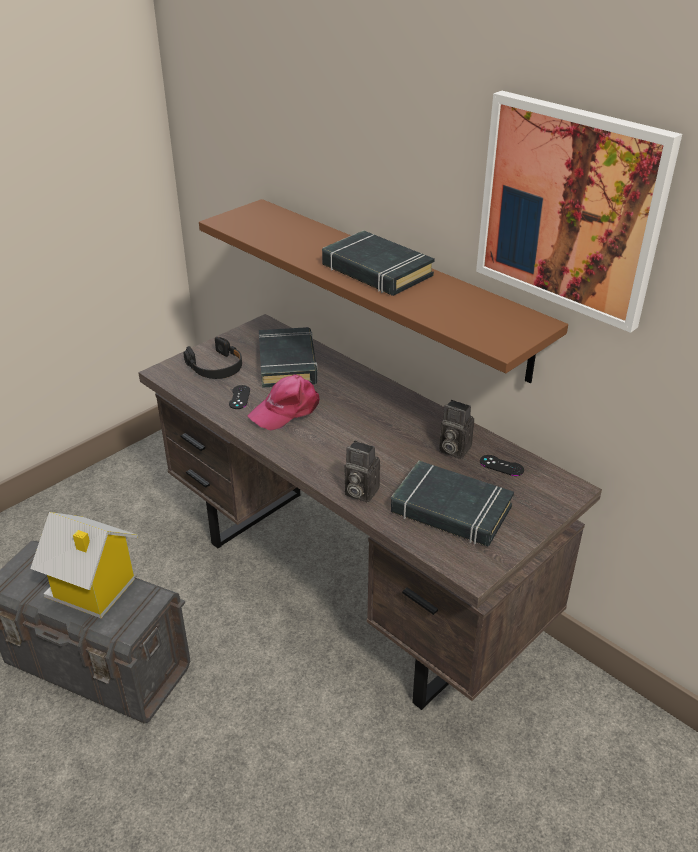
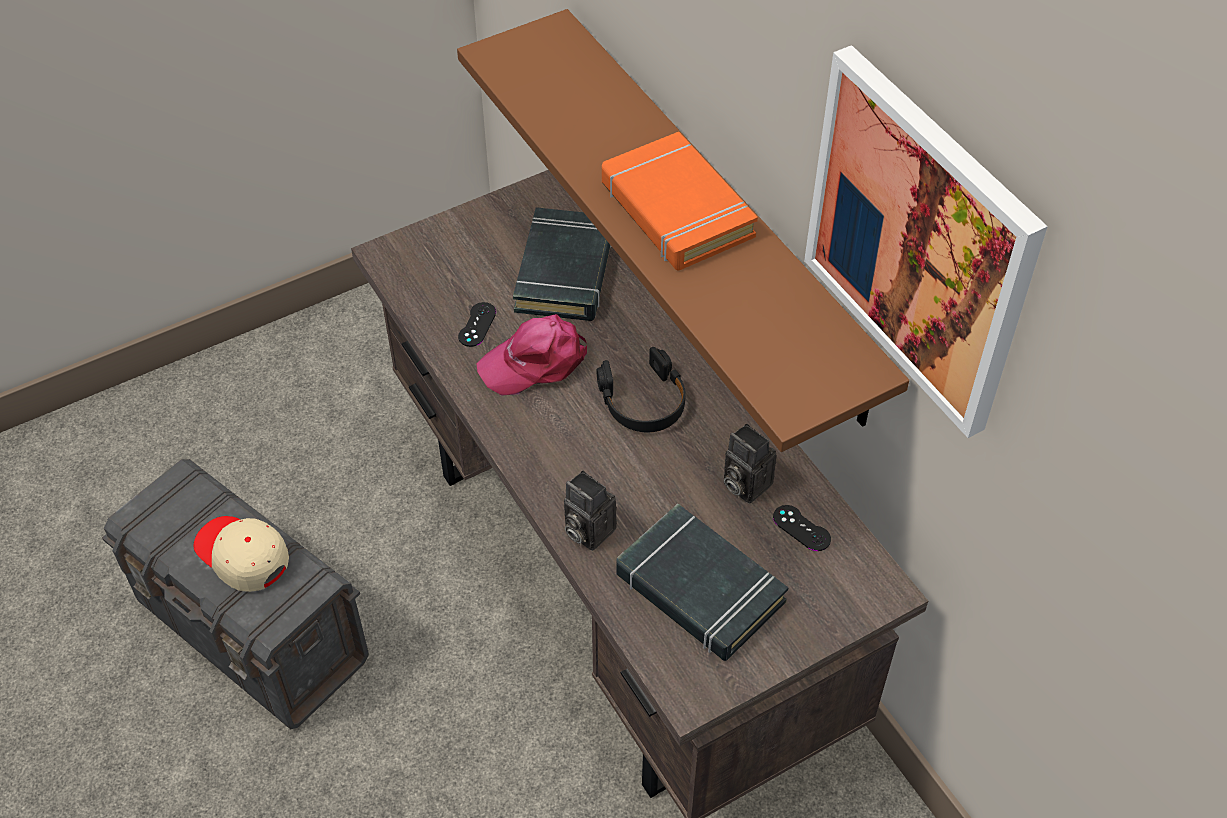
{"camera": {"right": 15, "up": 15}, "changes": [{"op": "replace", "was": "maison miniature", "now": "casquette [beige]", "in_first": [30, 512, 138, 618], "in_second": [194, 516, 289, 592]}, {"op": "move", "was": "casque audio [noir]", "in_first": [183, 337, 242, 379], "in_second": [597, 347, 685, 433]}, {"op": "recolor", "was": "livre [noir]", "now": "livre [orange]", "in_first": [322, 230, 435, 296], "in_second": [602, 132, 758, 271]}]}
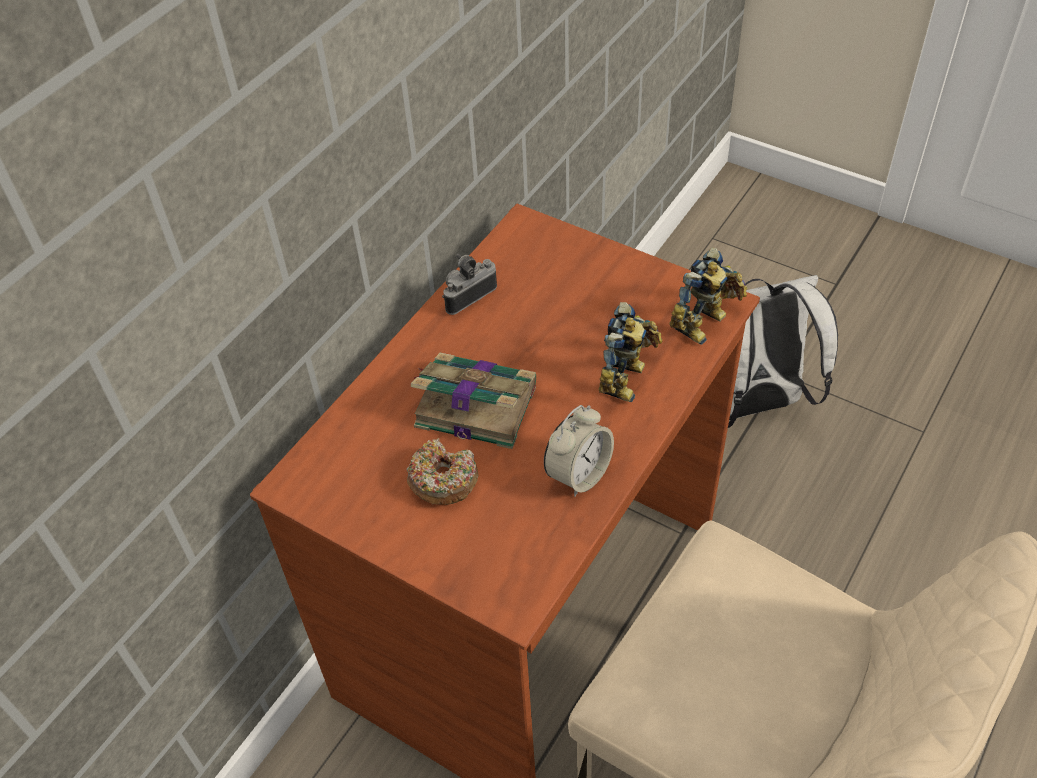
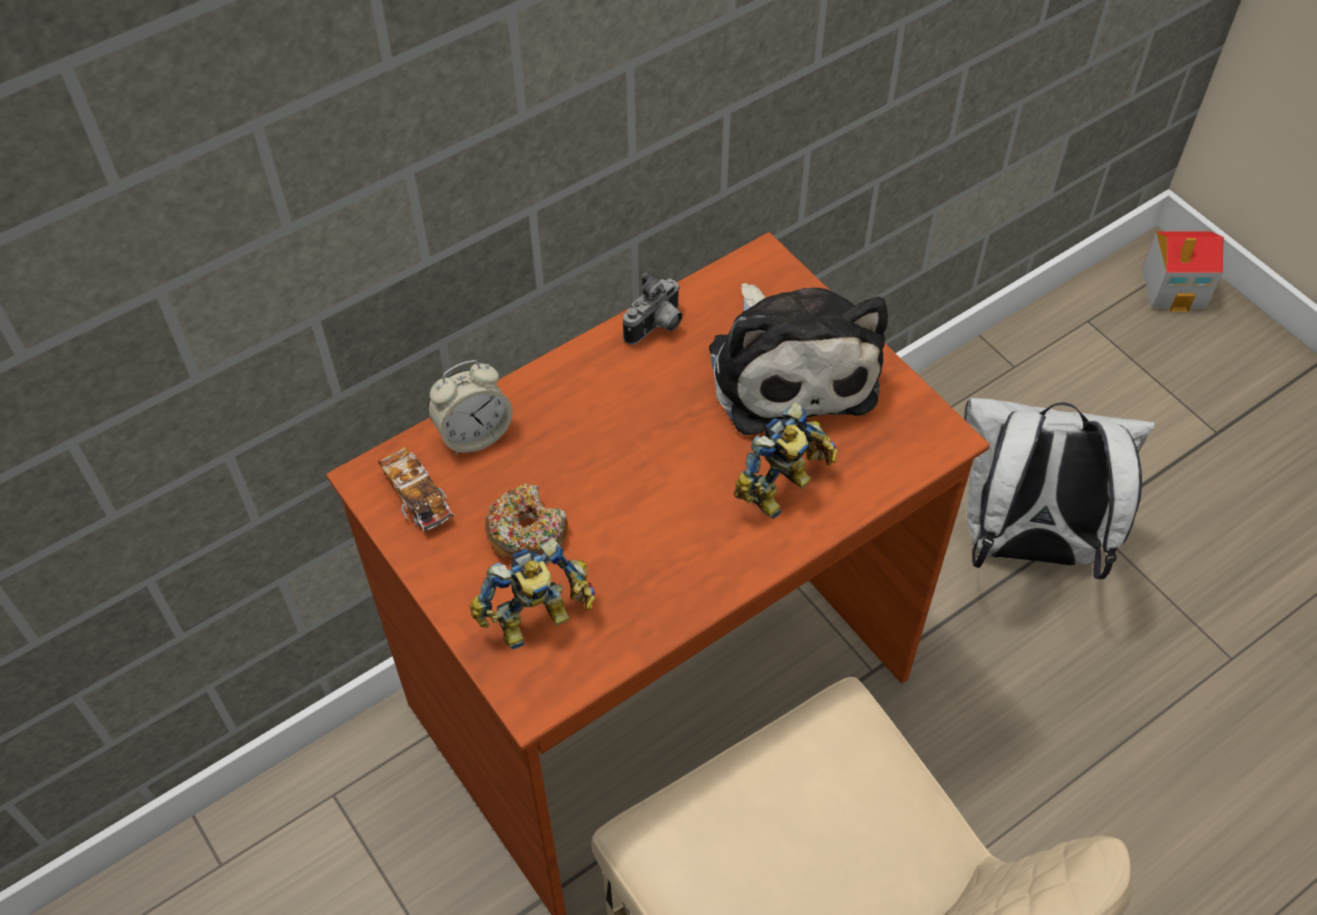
{"camera": {"right": 20, "up": 5}, "changes": [{"op": "insert", "now": "petite voiture", "in_second": [378, 446, 454, 533]}, {"op": "move", "was": "réveil", "in_first": [544, 405, 614, 497], "in_second": [427, 360, 513, 455]}, {"op": "move", "was": "robot jouet", "in_first": [669, 247, 747, 345], "in_second": [470, 538, 595, 650]}, {"op": "rotate", "was": "appareil photo", "in_first": [442, 254, 497, 315], "in_second": [623, 272, 682, 345], "clockwise": 150}, {"op": "insert", "now": "peluche", "in_second": [709, 283, 888, 435]}, {"op": "insert", "now": "maison miniature", "in_second": [1142, 231, 1224, 312]}, {"op": "delete", "was": "livre", "in_first": [411, 353, 536, 449]}]}
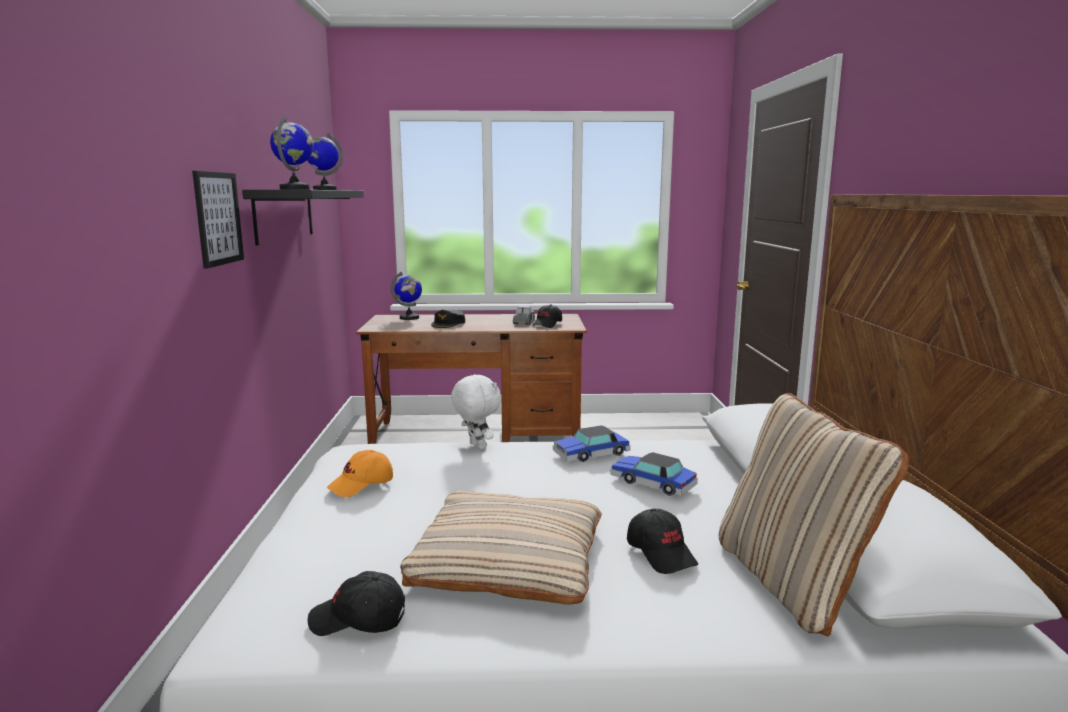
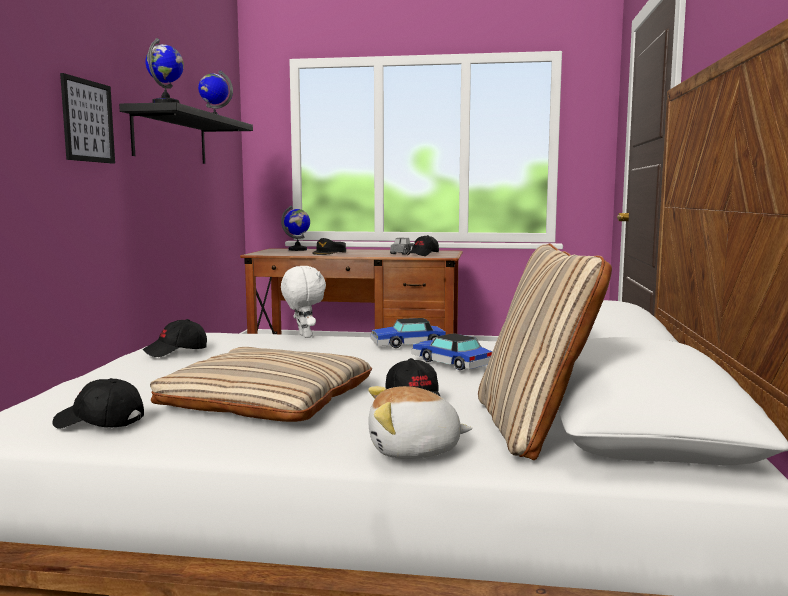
{"camera": {"right": 10, "up": -5}, "changes": [{"op": "recolor", "was": "casquette [orange]", "now": "casquette [noir]", "in_first": [327, 450, 393, 497], "in_second": [143, 319, 207, 357]}, {"op": "insert", "now": "peluche", "in_second": [368, 386, 473, 459]}]}
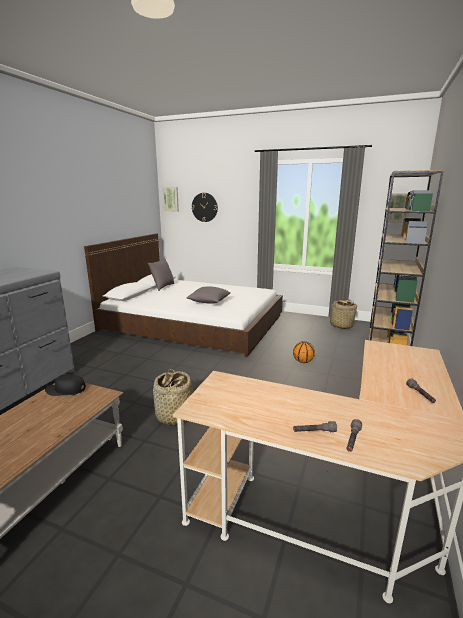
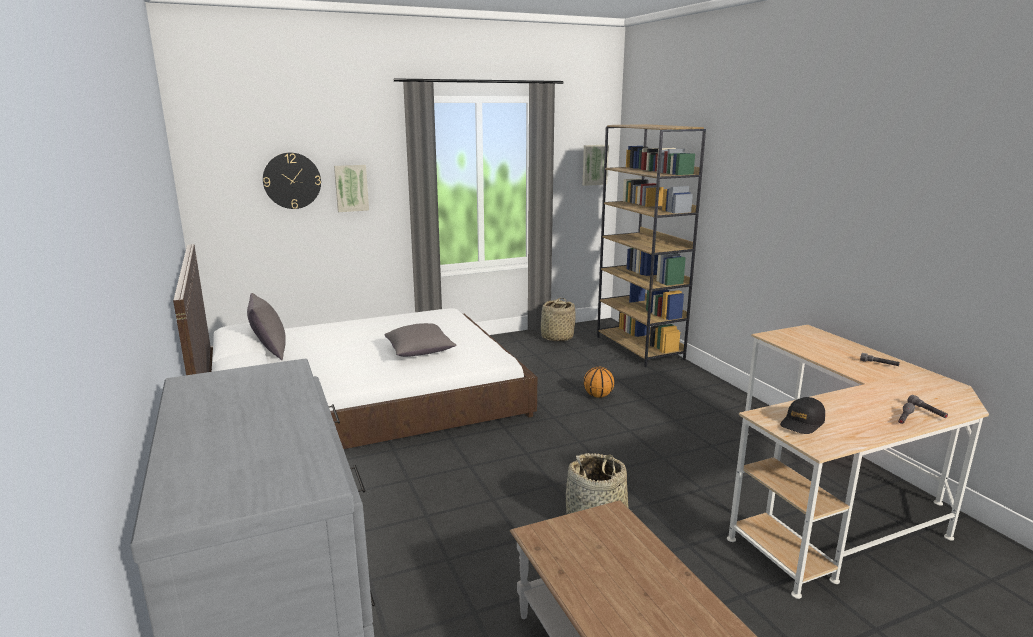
{"camera": {"right": -45, "up": 0}, "changes": [{"op": "move", "was": "tableau", "in_first": [163, 187, 179, 212], "in_second": [334, 165, 369, 212]}, {"op": "move", "was": "casquette [noir]", "in_first": [45, 374, 86, 396], "in_second": [780, 397, 825, 434]}]}
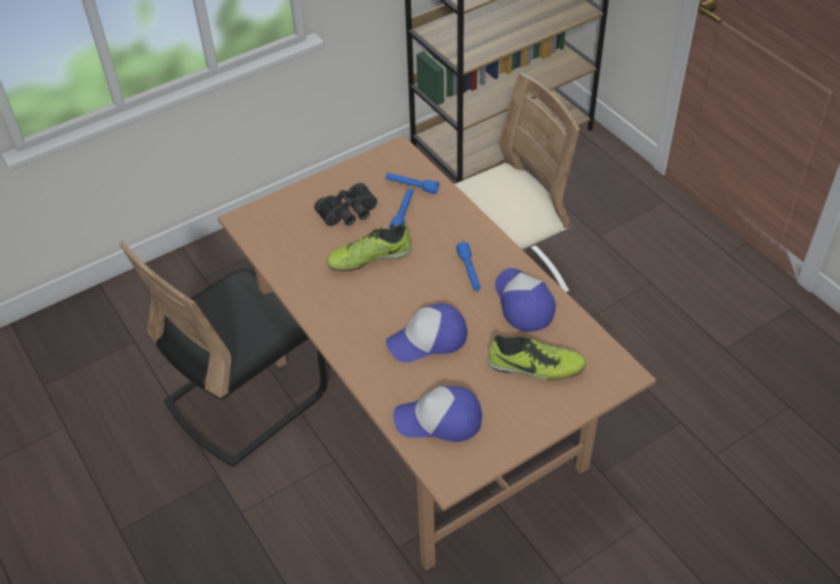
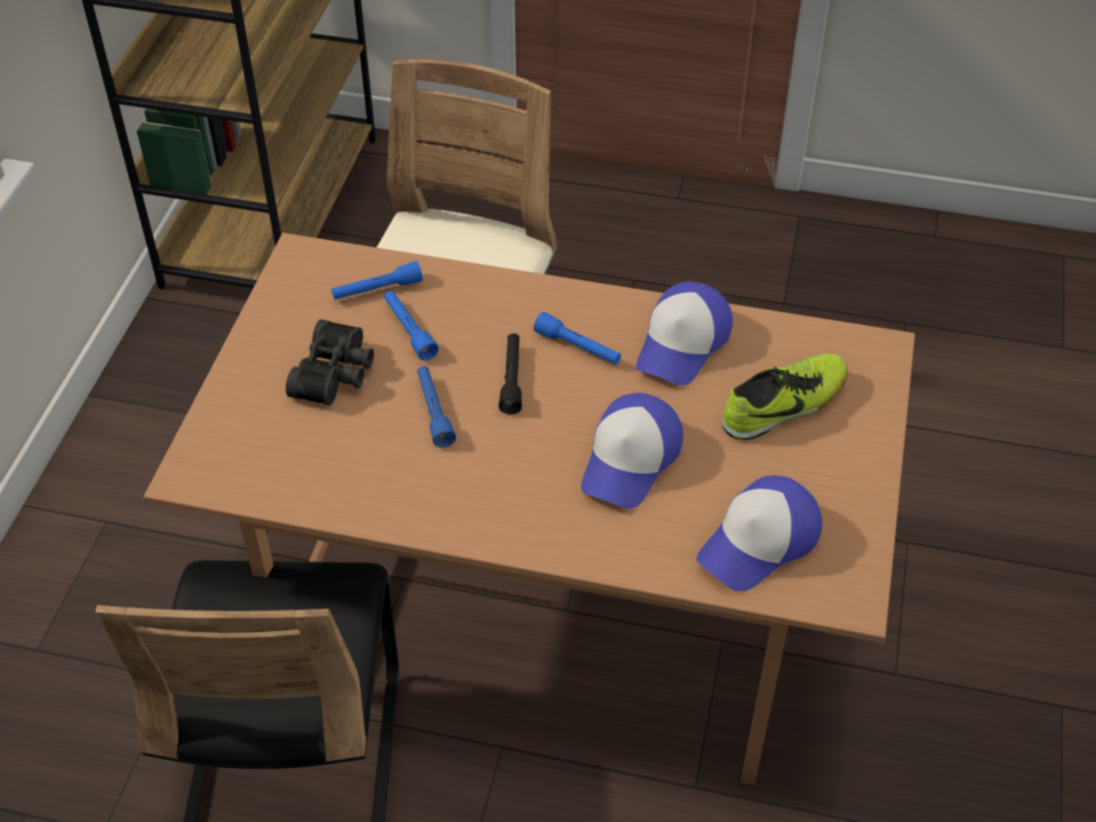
{"camera": {"right": -45, "up": 0}, "changes": [{"op": "replace", "was": "chaussure", "now": "lampe de poche [bleu]", "in_first": [326, 223, 411, 271], "in_second": [417, 366, 456, 447]}, {"op": "insert", "now": "lampe de poche [noir]", "in_second": [499, 333, 522, 414]}, {"op": "rotate", "was": "casquette", "in_first": [495, 268, 556, 332], "in_second": [636, 282, 733, 386], "clockwise": -90}]}
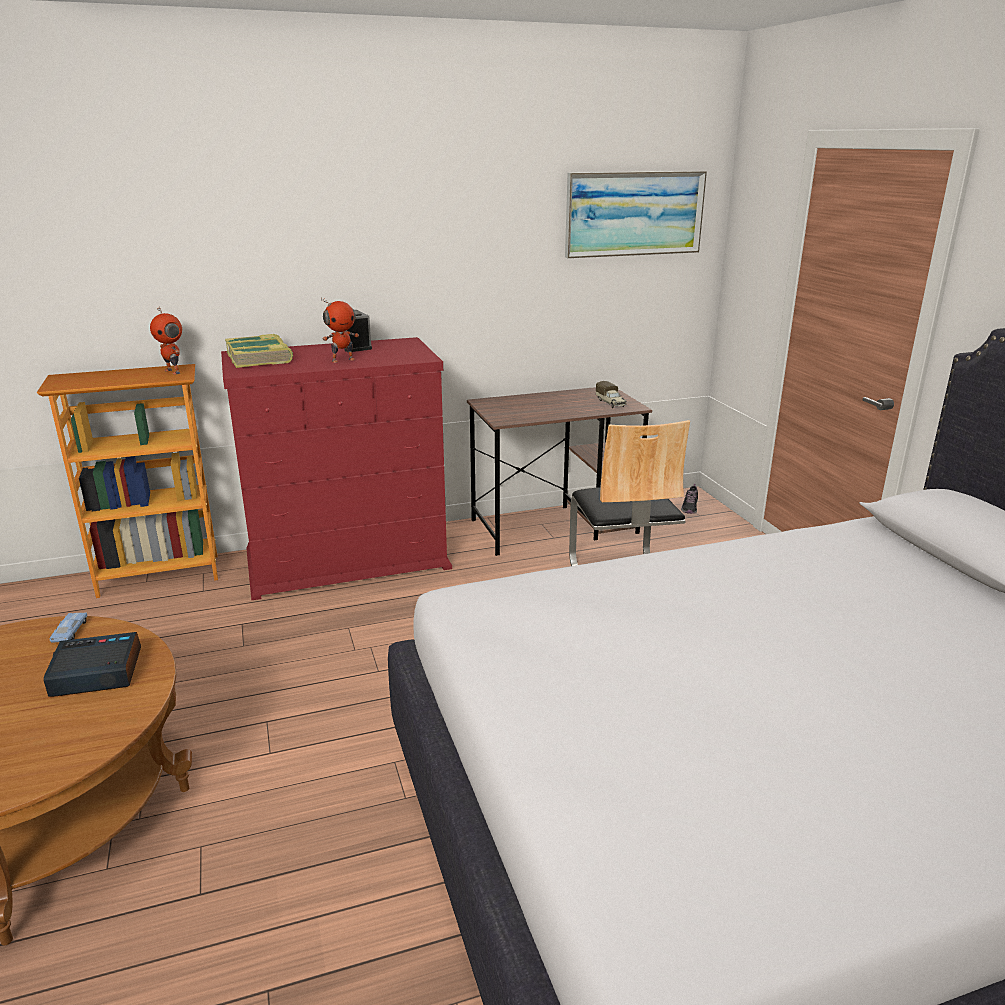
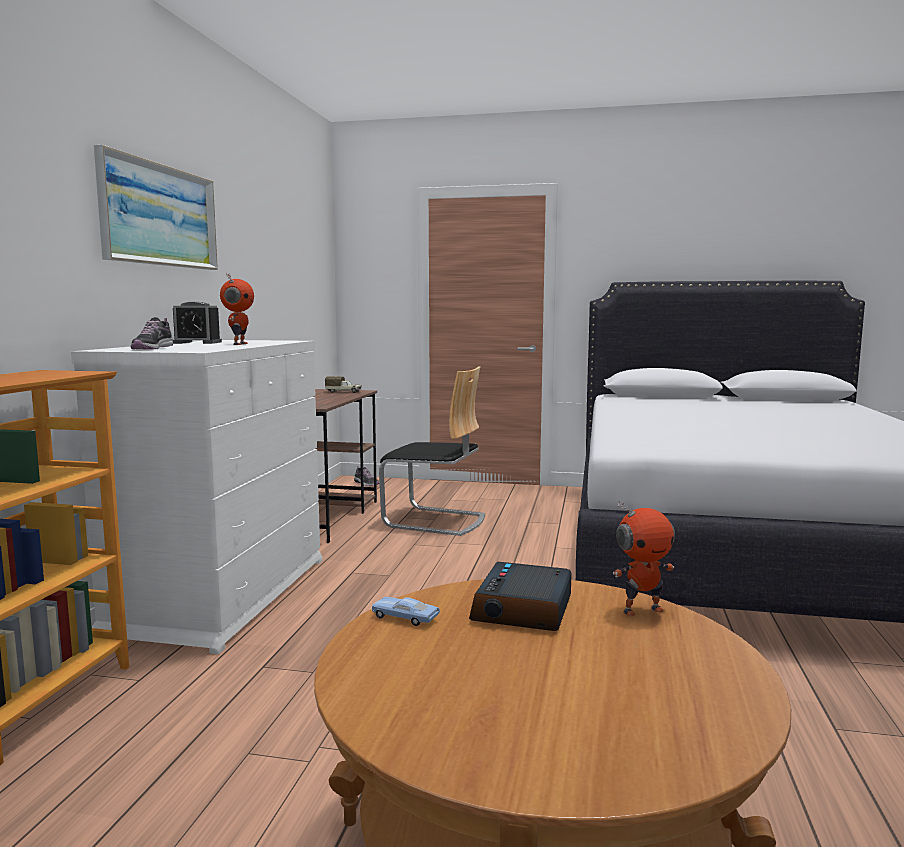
{"camera": {"right": -60, "up": -15}, "changes": [{"op": "recolor", "was": "commode [rouge]", "now": "commode [blanc]", "in_first": [221, 337, 452, 600], "in_second": [71, 340, 322, 654]}, {"op": "move", "was": "tableau", "in_first": [565, 171, 707, 258], "in_second": [94, 145, 218, 270]}, {"op": "replace", "was": "livre", "now": "chaussure", "in_first": [225, 334, 293, 368], "in_second": [131, 317, 173, 349]}, {"op": "move", "was": "robot jouet", "in_first": [150, 306, 182, 375], "in_second": [613, 501, 675, 616]}]}
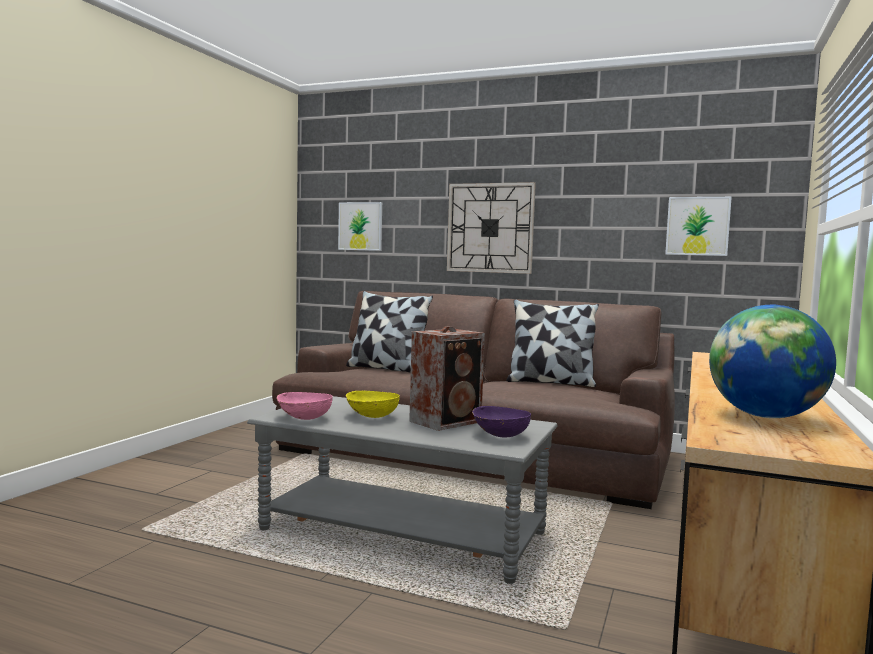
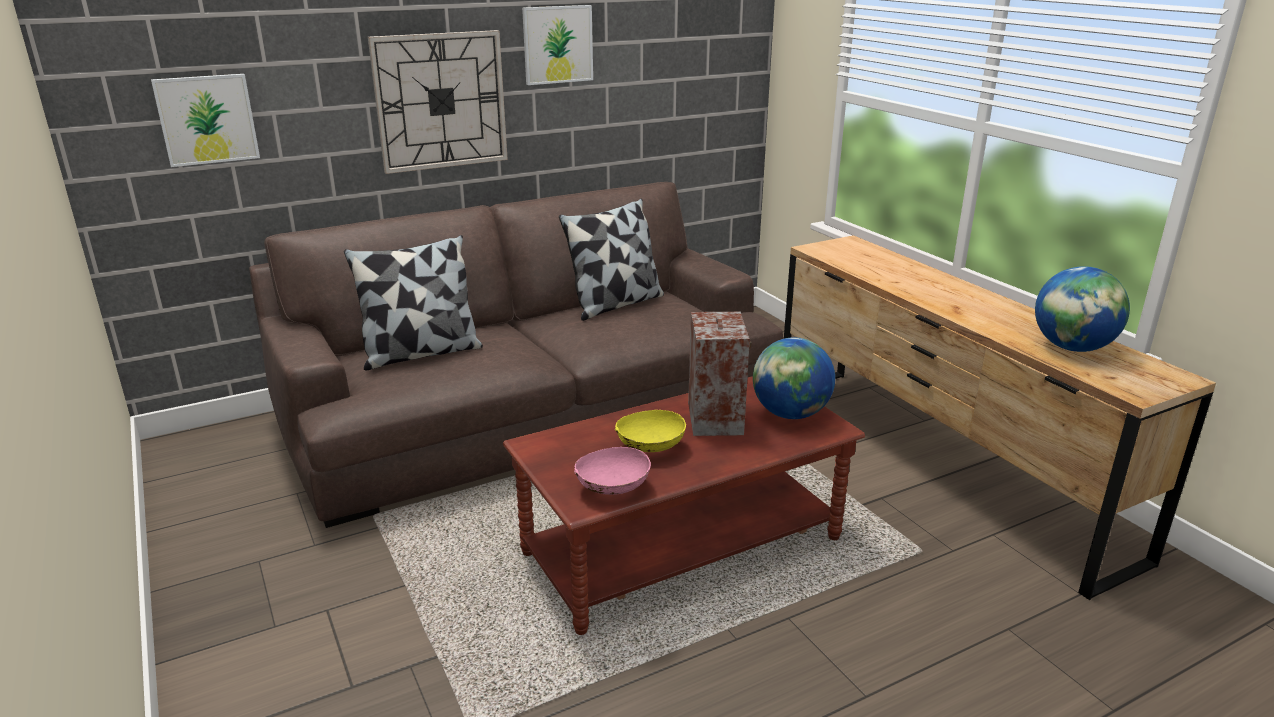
{"camera": {"right": -50, "up": 20}, "changes": [{"op": "recolor", "was": "table basse [gris]", "now": "table basse [marron]", "in_first": [247, 396, 557, 584], "in_second": [503, 376, 865, 635]}, {"op": "move", "was": "tableau", "in_first": [665, 197, 732, 256], "in_second": [522, 5, 593, 85]}, {"op": "replace", "was": "bol [violet]", "now": "globe", "in_first": [472, 406, 531, 438], "in_second": [753, 337, 835, 419]}]}
